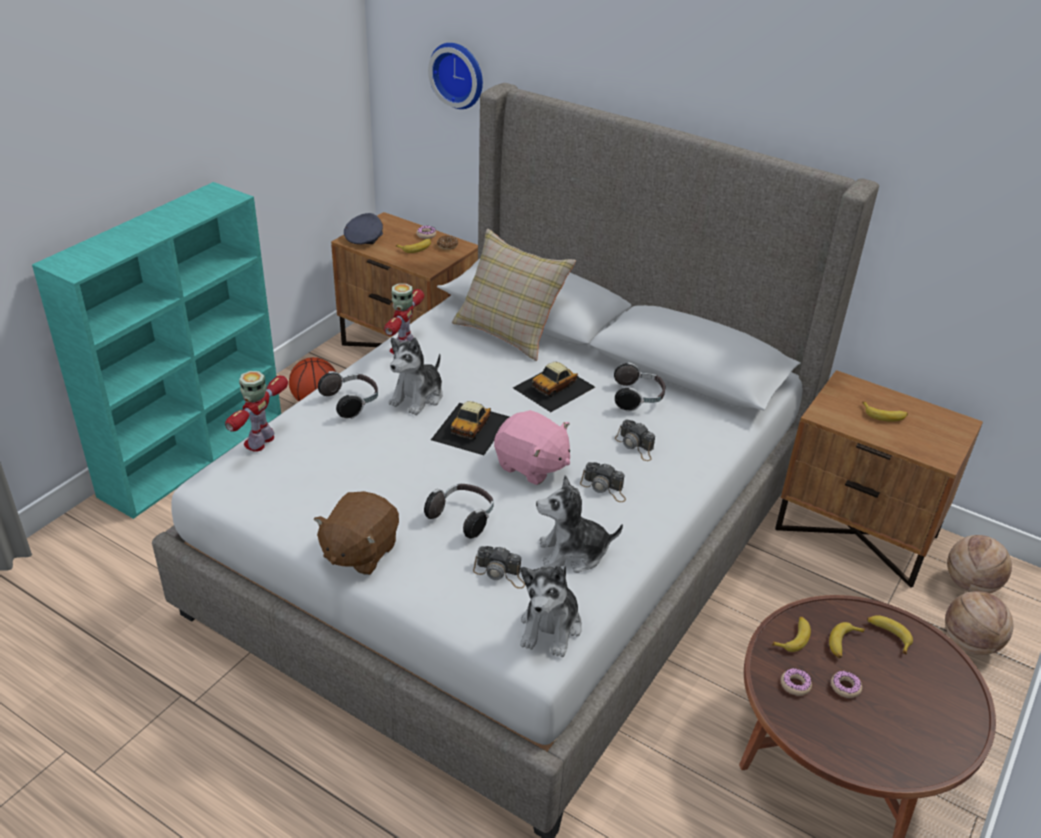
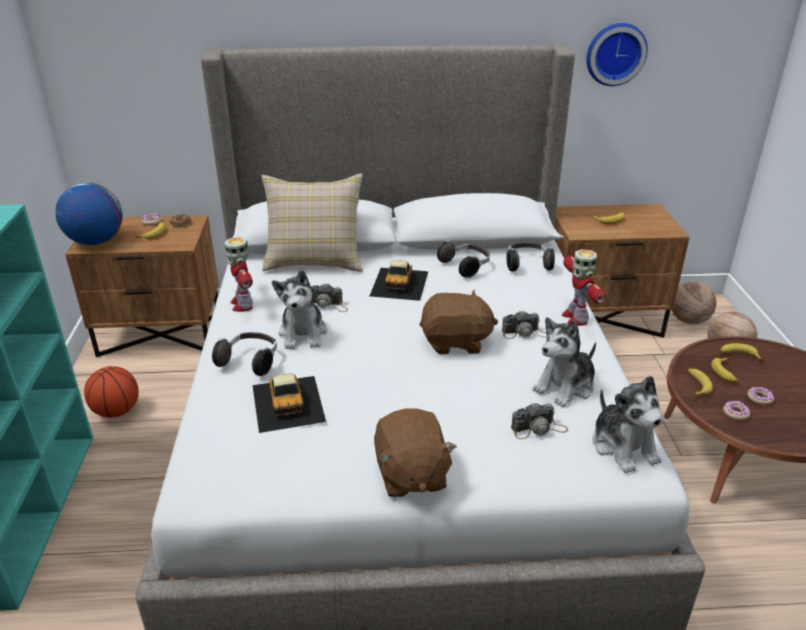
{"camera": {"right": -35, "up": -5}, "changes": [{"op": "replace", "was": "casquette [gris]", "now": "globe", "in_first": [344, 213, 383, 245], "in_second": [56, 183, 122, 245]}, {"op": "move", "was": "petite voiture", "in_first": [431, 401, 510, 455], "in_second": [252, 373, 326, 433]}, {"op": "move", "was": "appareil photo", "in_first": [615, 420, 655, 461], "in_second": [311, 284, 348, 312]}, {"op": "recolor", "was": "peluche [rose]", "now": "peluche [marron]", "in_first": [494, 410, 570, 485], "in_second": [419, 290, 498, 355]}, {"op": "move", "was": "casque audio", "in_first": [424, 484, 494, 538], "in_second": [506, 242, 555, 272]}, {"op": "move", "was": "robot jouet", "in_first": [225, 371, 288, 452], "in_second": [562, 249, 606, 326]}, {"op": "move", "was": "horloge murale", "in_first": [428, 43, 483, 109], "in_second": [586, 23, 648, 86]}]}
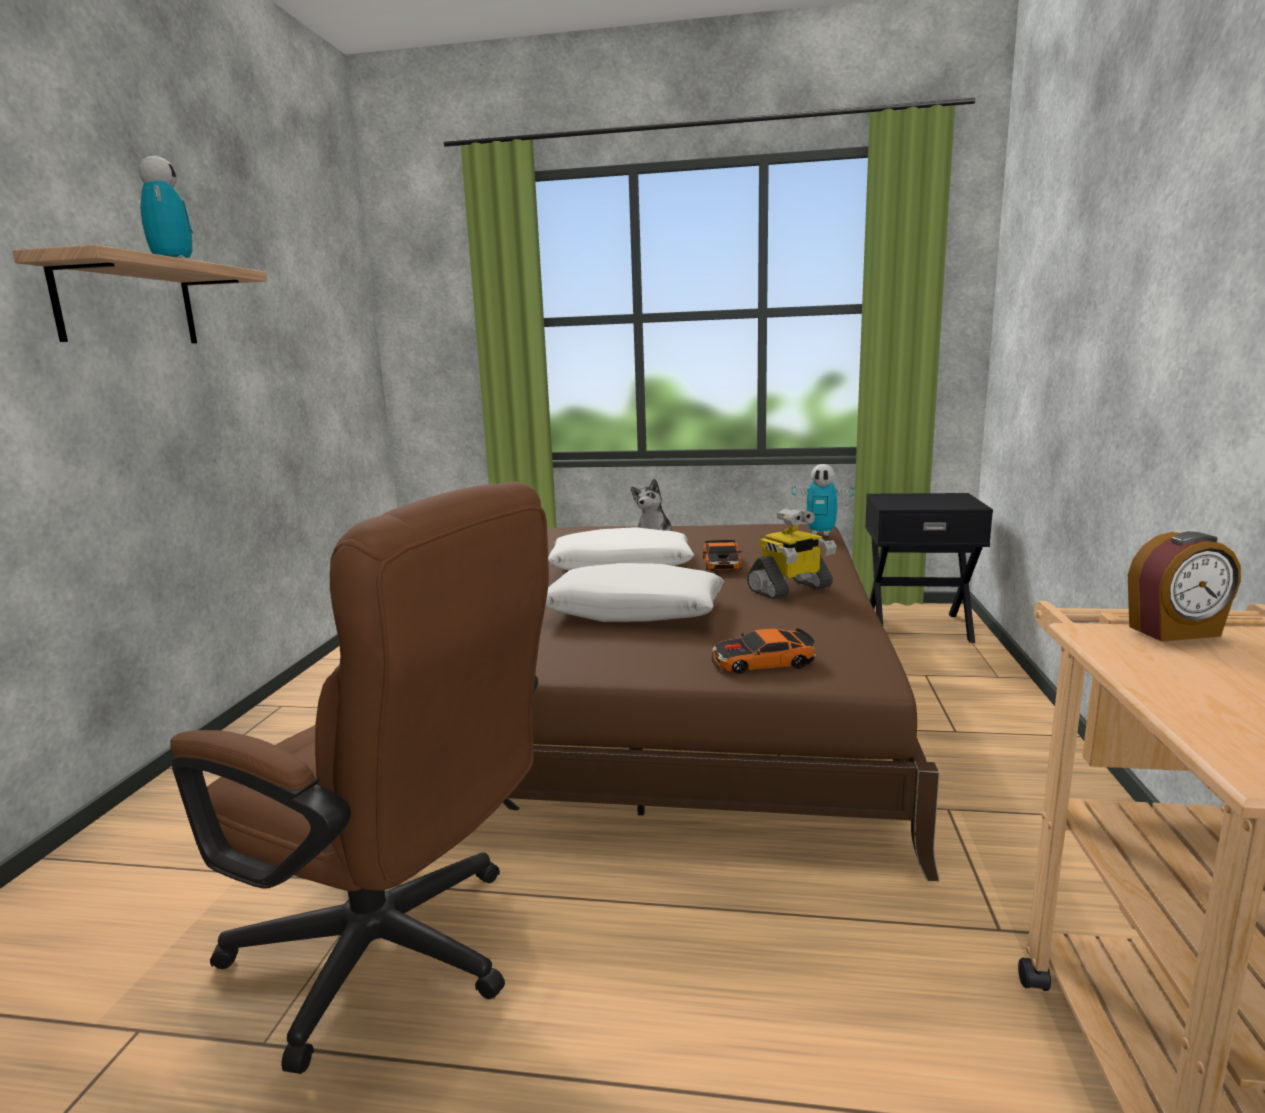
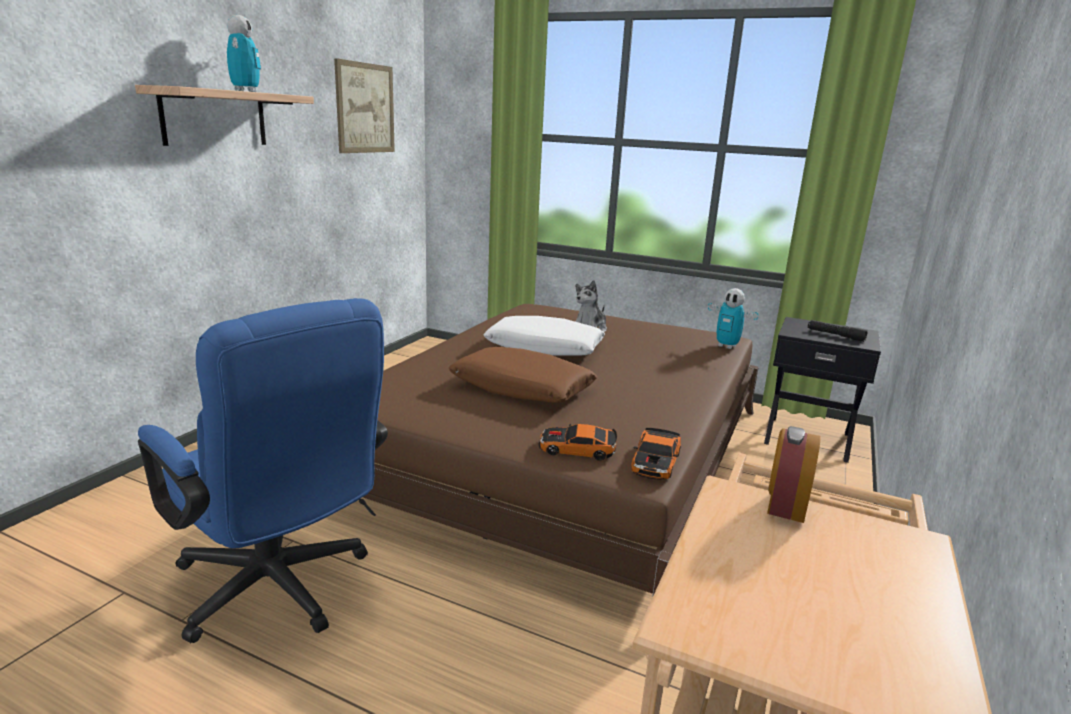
{"camera": {"right": 15, "up": 5}, "changes": [{"op": "recolor", "was": "chaise de bureau [marron]", "now": "chaise de bureau [bleu]", "in_first": [170, 482, 549, 1074], "in_second": [138, 298, 388, 643]}, {"op": "insert", "now": "tableau", "in_second": [334, 58, 395, 153]}, {"op": "recolor", "was": "coussin [blanc]", "now": "coussin [marron]", "in_first": [545, 563, 724, 622], "in_second": [449, 347, 597, 403]}, {"op": "move", "was": "petite voiture", "in_first": [703, 540, 742, 571], "in_second": [631, 428, 681, 480]}, {"op": "rotate", "was": "réveil", "in_first": [1128, 531, 1241, 642], "in_second": [767, 426, 821, 523], "clockwise": 105}, {"op": "insert", "now": "lampe de poche [noir]", "in_second": [808, 320, 868, 342]}, {"op": "delete", "was": "robot jouet", "in_first": [747, 508, 837, 599]}]}
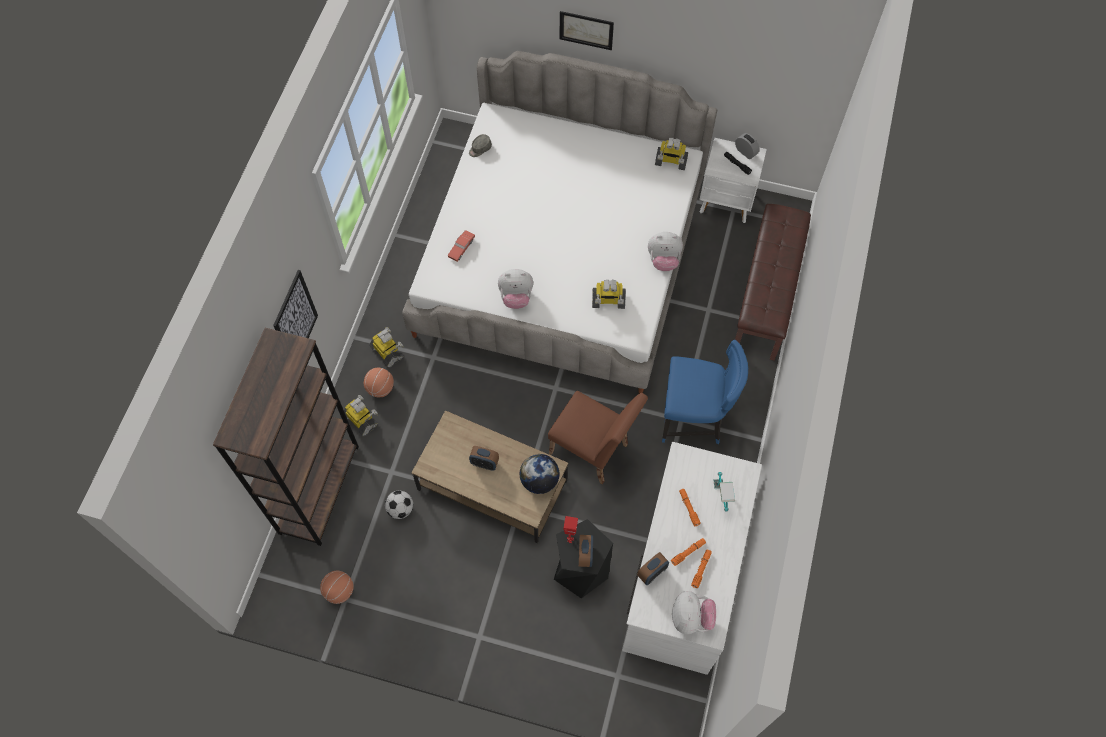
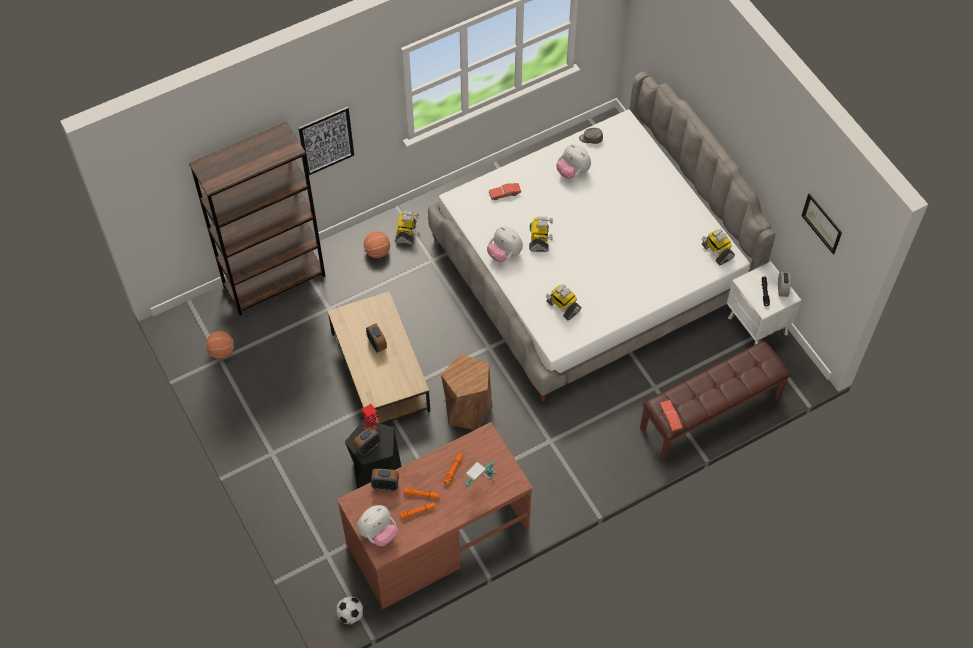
{"camera": {"right": 45, "up": -5}, "changes": [{"op": "move", "was": "ballon de foot", "in_first": [385, 491, 413, 519], "in_second": [336, 596, 364, 624]}, {"op": "recolor", "was": "bureau [blanc]", "now": "bureau [marron]", "in_first": [622, 442, 762, 675], "in_second": [337, 422, 533, 609]}, {"op": "replace", "was": "chaise [marron]", "now": "tabouret [marron]", "in_first": [548, 391, 648, 485], "in_second": [441, 354, 492, 430]}, {"op": "move", "was": "robot jouet", "in_first": [344, 395, 378, 436], "in_second": [529, 216, 553, 252]}, {"op": "move", "was": "peluche", "in_first": [648, 232, 683, 271], "in_second": [556, 144, 591, 179]}, {"op": "insert", "now": "petite voiture [rouge]", "in_second": [659, 400, 683, 432]}, {"op": "move", "was": "tableau", "in_first": [560, 11, 614, 50], "in_second": [802, 193, 842, 255]}, {"op": "delete", "was": "globe", "in_first": [520, 454, 559, 494]}, {"op": "delete", "was": "chaise [bleu]", "in_first": [662, 340, 748, 444]}]}
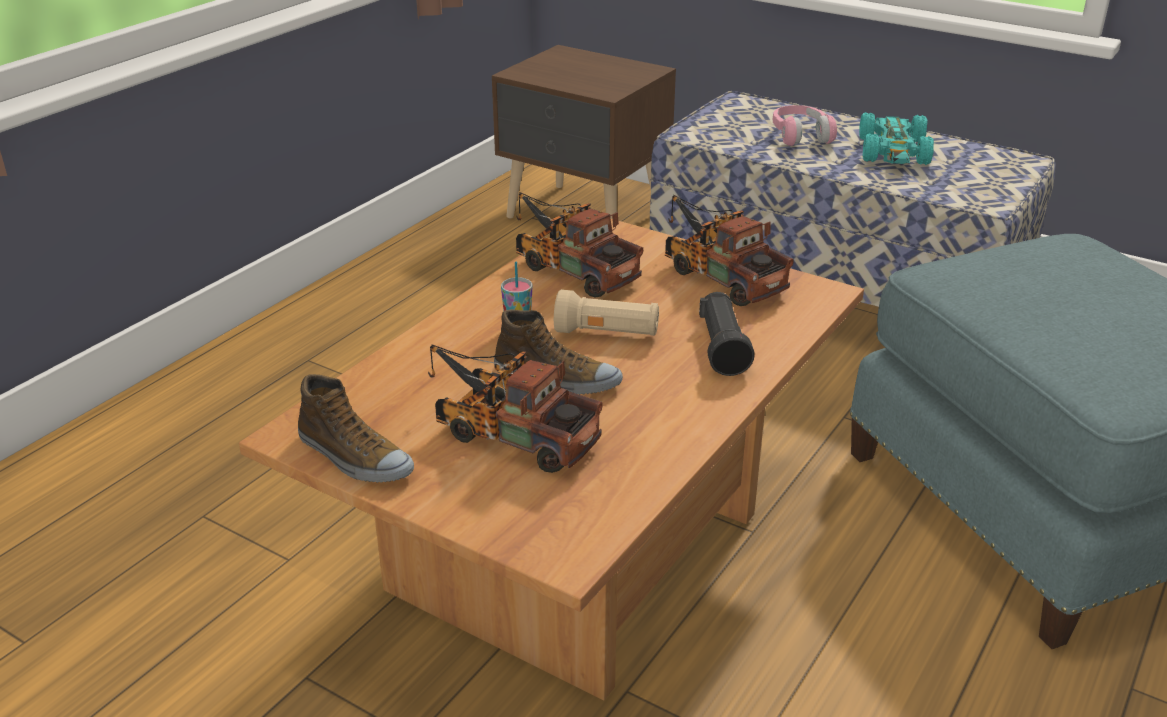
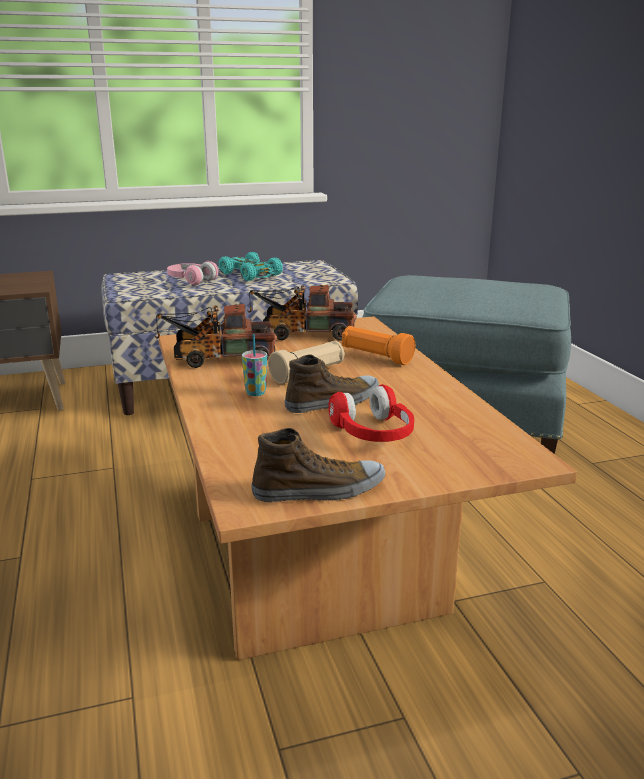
{"camera": {"right": -50, "up": -10}, "changes": [{"op": "replace", "was": "camion jouet", "now": "casque audio [rouge]", "in_first": [428, 345, 603, 473], "in_second": [328, 384, 414, 442]}, {"op": "recolor", "was": "lampe de poche [noir]", "now": "lampe de poche [orange]", "in_first": [699, 292, 755, 376], "in_second": [342, 326, 415, 365]}]}
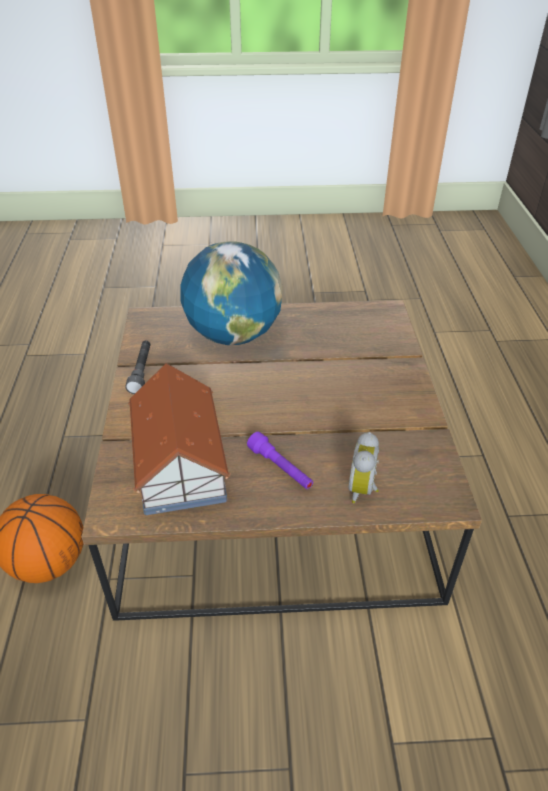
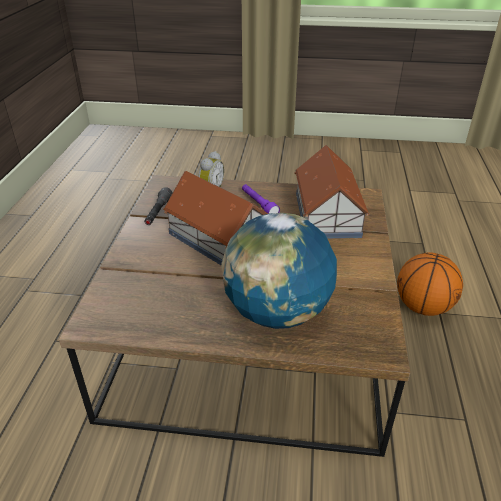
{"camera": {"right": -170, "up": -5}, "changes": [{"op": "move", "was": "lampe de poche [gris]", "in_first": [125, 340, 151, 394], "in_second": [144, 187, 173, 225]}, {"op": "insert", "now": "maison miniature", "in_second": [163, 171, 268, 265]}]}
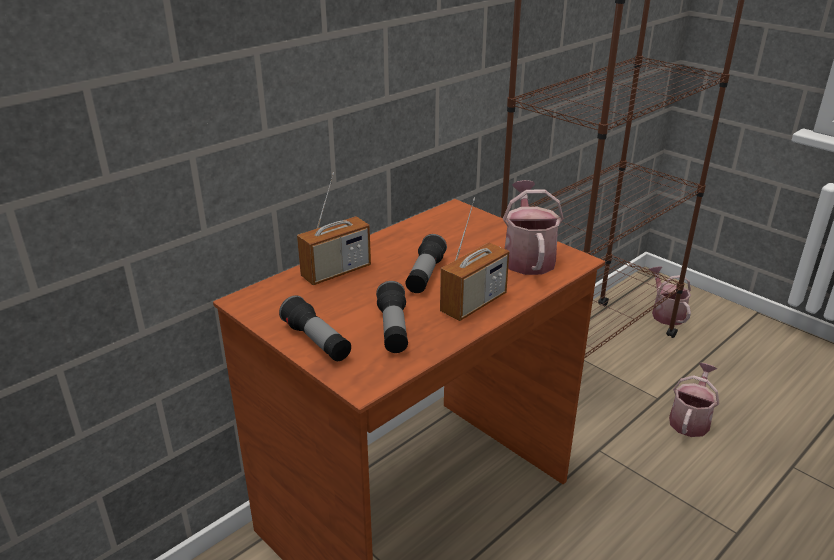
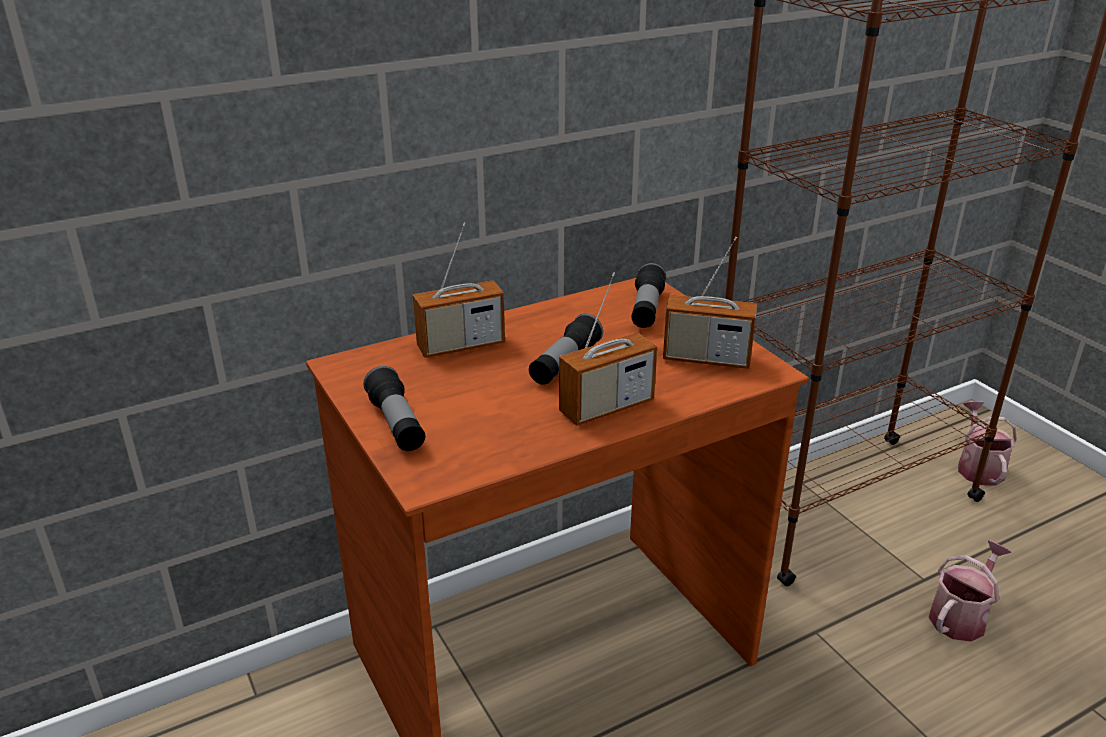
{"camera": {"right": 15, "up": 0}, "changes": [{"op": "move", "was": "lampe de poche", "in_first": [376, 281, 408, 353], "in_second": [631, 263, 666, 328]}, {"op": "replace", "was": "arrosoir", "now": "radio", "in_first": [503, 180, 564, 275], "in_second": [663, 237, 757, 369]}]}
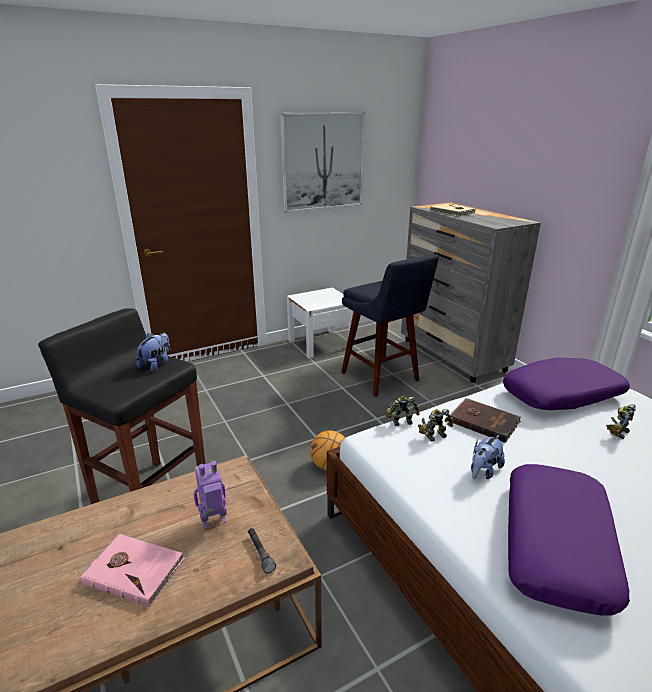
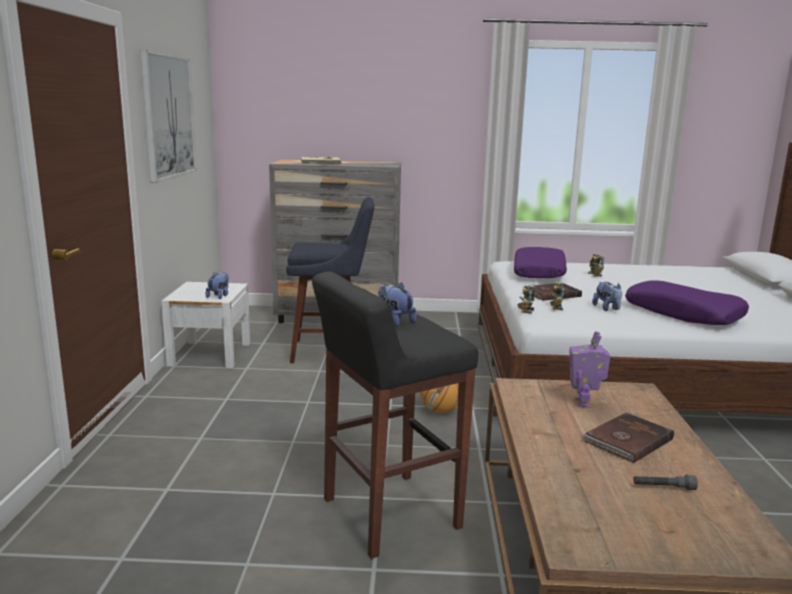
{"camera": {"right": -60, "up": -10}, "changes": [{"op": "insert", "now": "peluche", "in_second": [205, 272, 229, 299]}, {"op": "recolor", "was": "livre [rose]", "now": "livre [marron]", "in_first": [80, 533, 185, 607], "in_second": [581, 413, 674, 463]}, {"op": "move", "was": "lampe de poche [gris]", "in_first": [248, 528, 276, 574], "in_second": [633, 475, 698, 490]}]}
